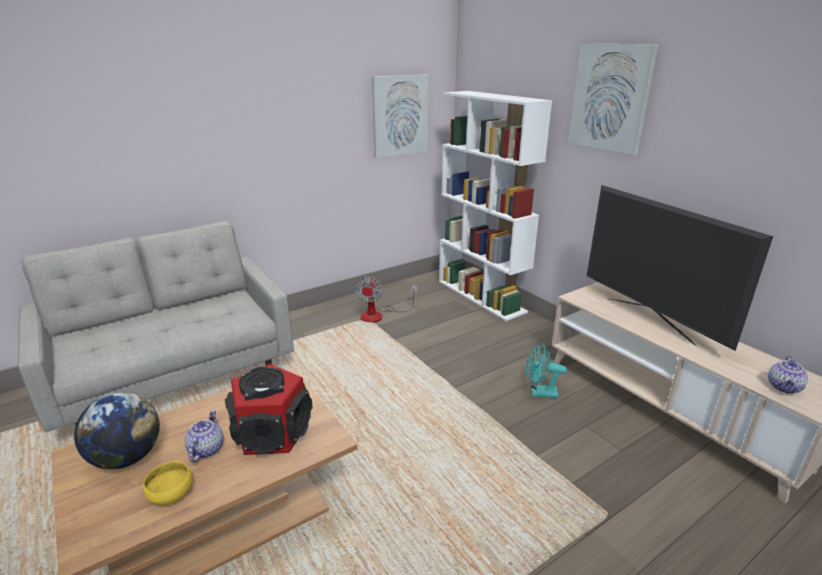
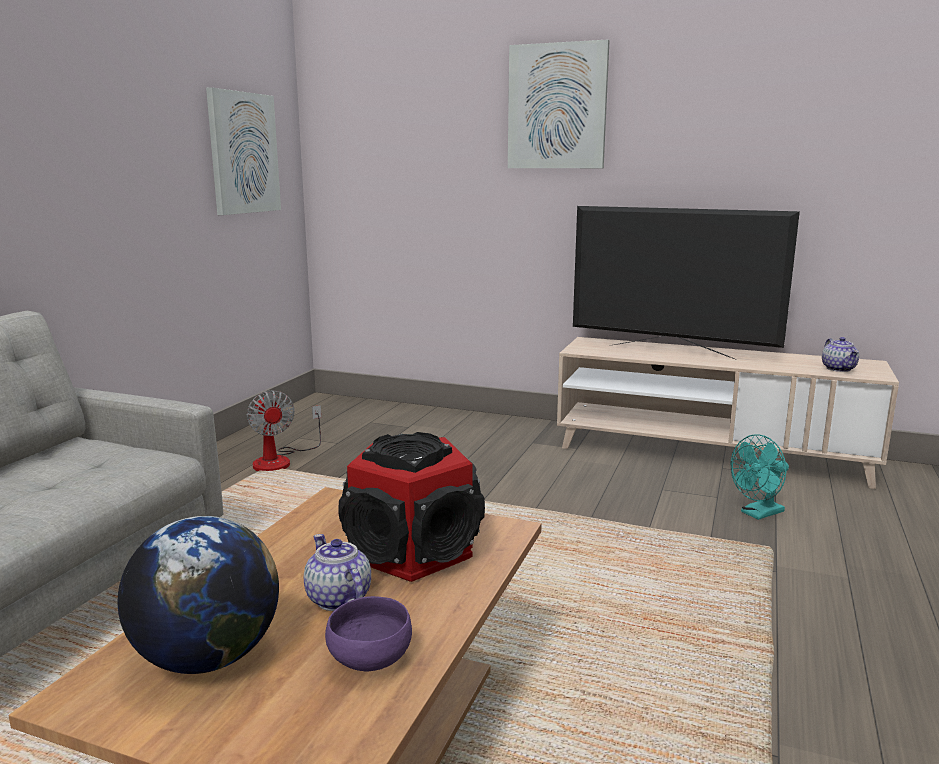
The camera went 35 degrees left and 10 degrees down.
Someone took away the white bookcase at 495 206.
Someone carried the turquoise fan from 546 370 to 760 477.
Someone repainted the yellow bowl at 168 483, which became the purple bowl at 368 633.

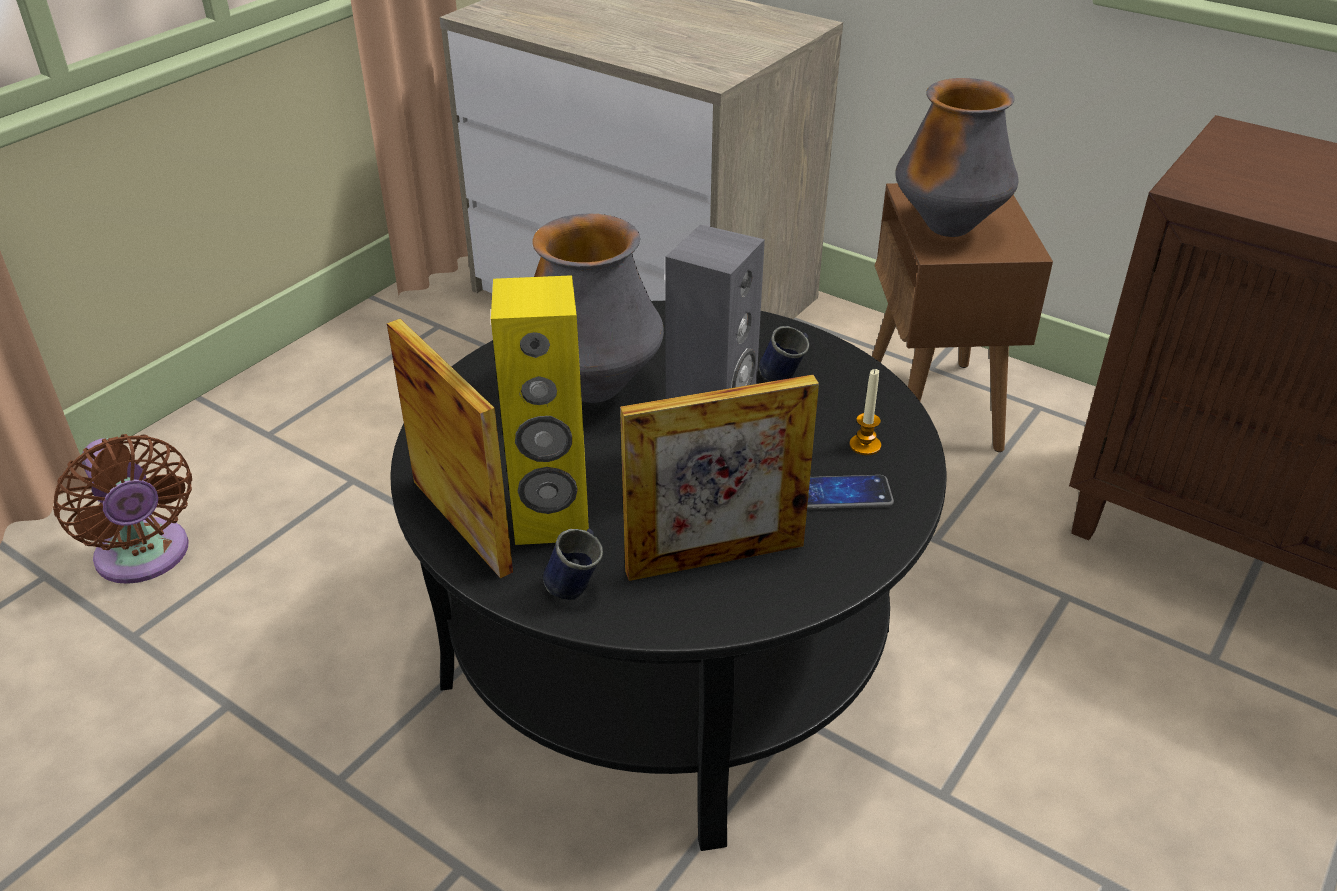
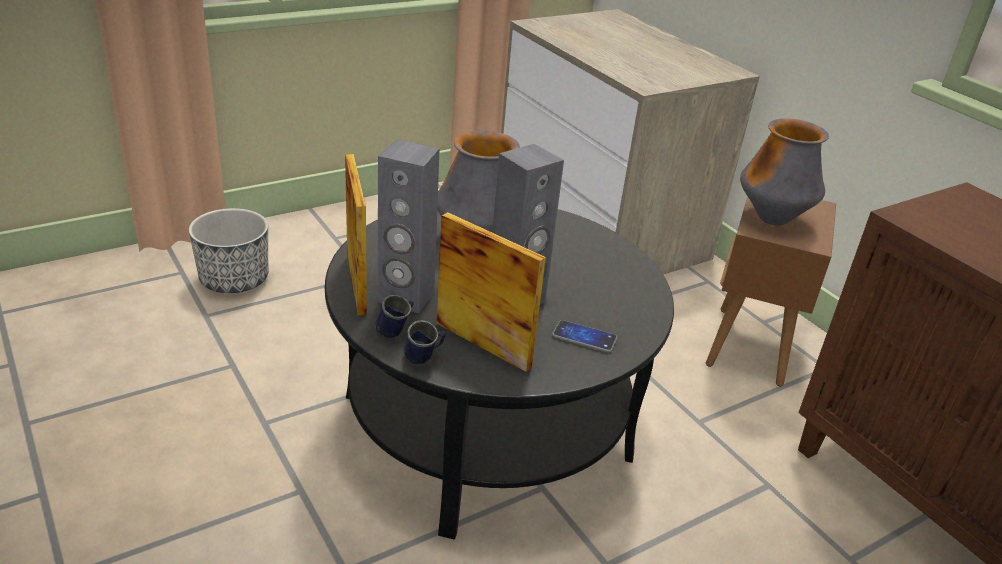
The camera went 20 degrees right and 5 degrees down.
Someone repainted the yellow speaker at 540 410, which became the grey speaker at 409 226.
Someone carried the blue mug from 784 354 to 425 342.
Someone took away the candle at 865 412.
Someone rotated the picture frame at 719 478 by 150 degrees counterclockwise.
Someone swapped the brown fan at 122 509 for the planter at 228 250.

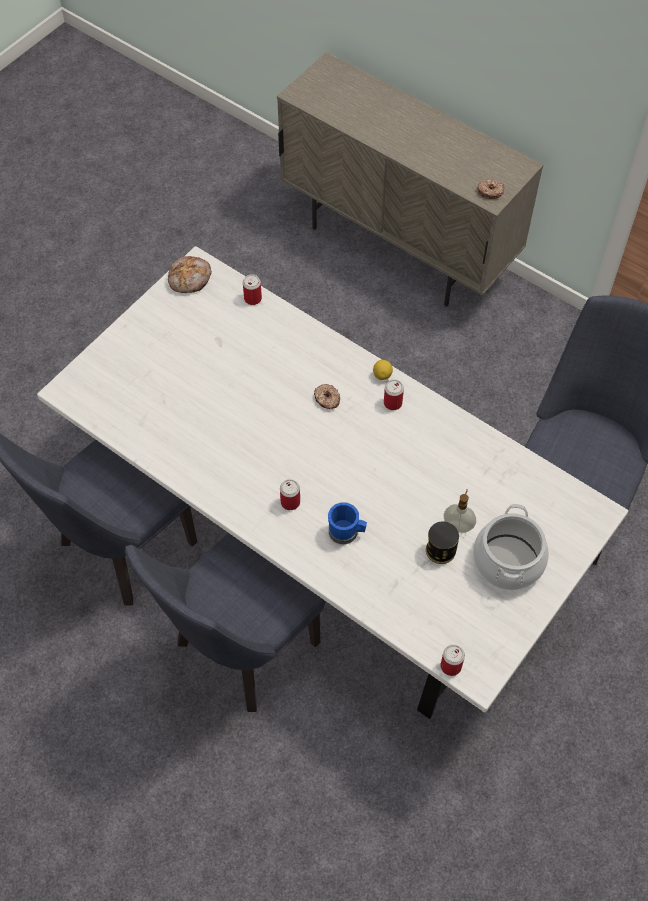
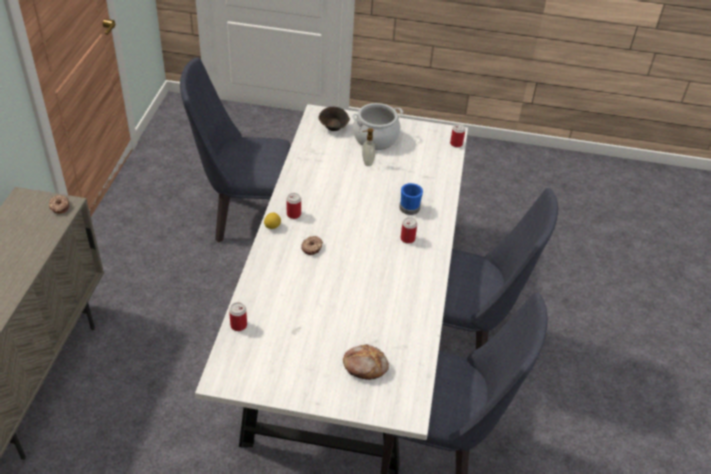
The camera went 120 degrees left and 15 degrees down.
Someone carried the bread from 190 274 to 366 362.
Someone took away the can at 442 543.
Someone put down the brown bowl at 334 119.

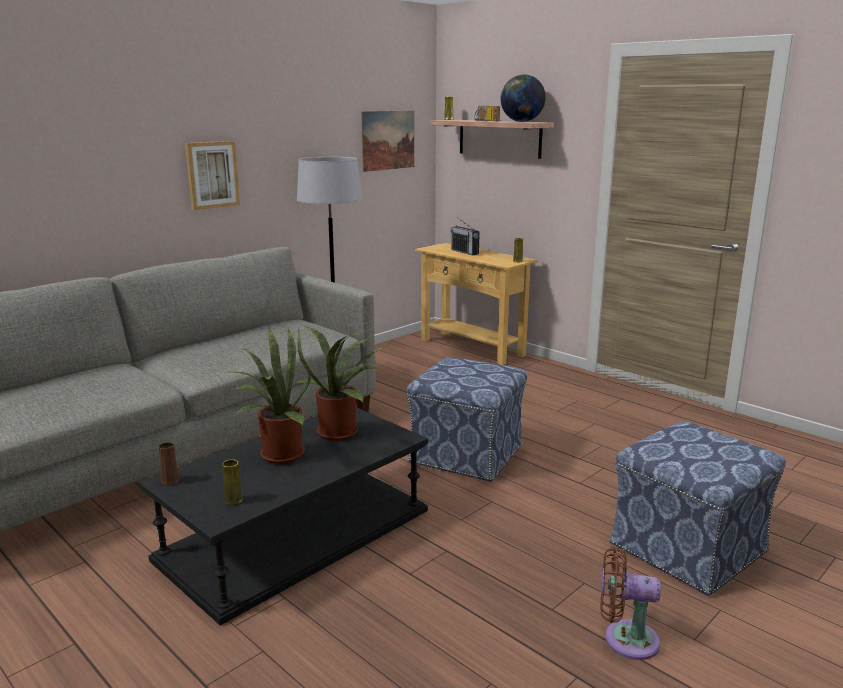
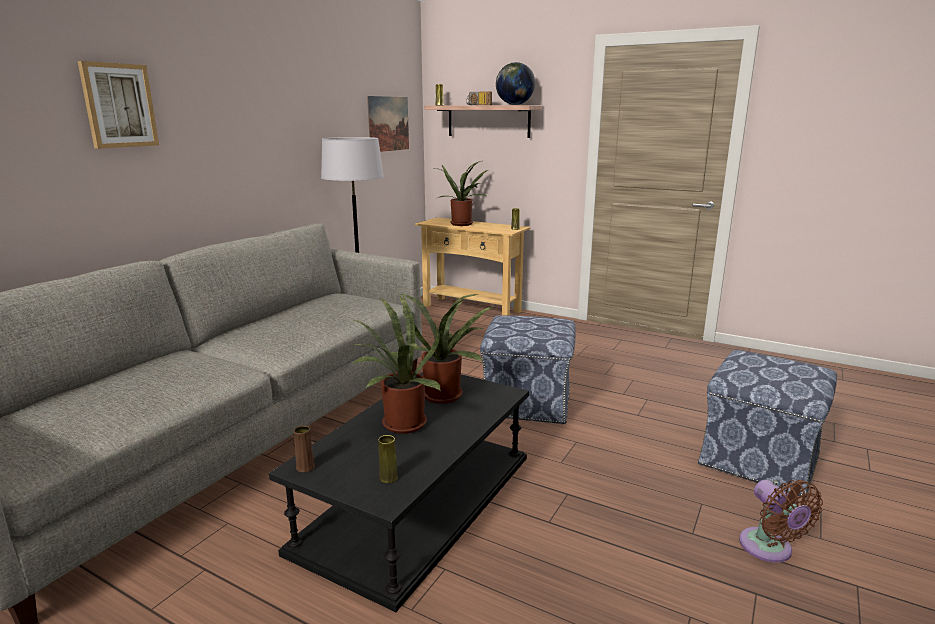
The camera went 15 degrees left and 0 degrees up.
Someone carried the picture from 212 175 to 118 105.
Someone swapped the radio at 465 236 for the potted plant at 461 193.
Someone rotated the brown fan at 630 603 by 105 degrees counterclockwise.

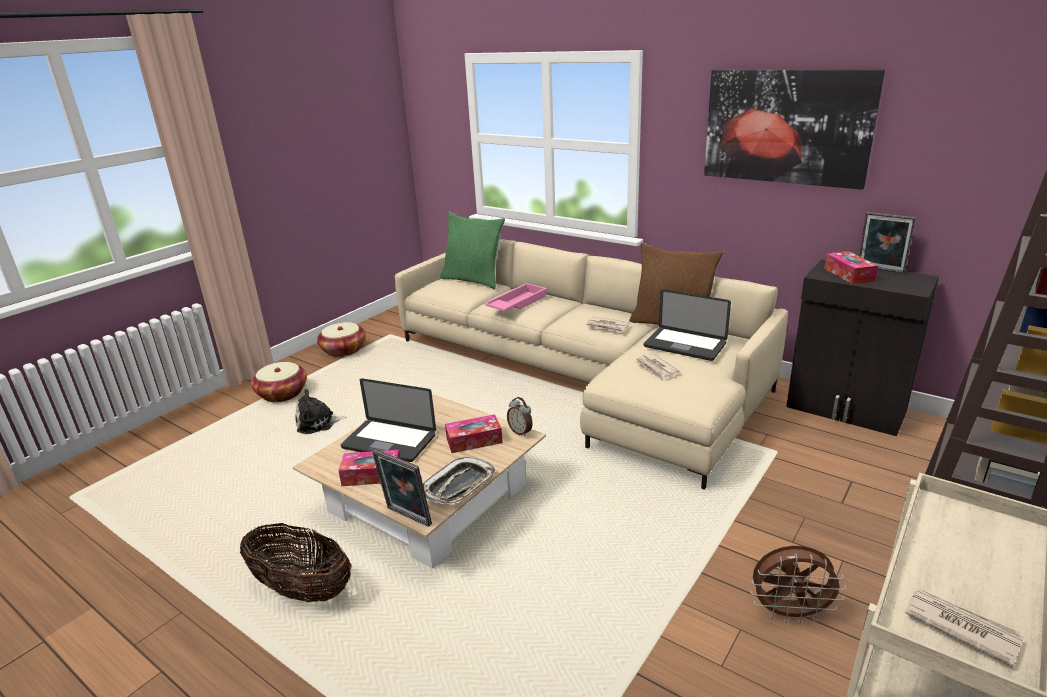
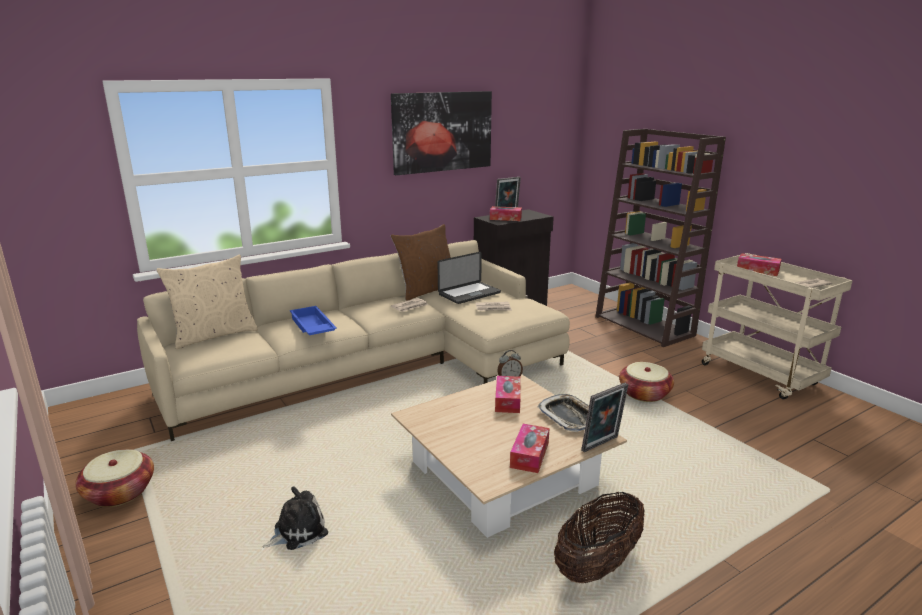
The camera went 70 degrees left and 5 degrees down.
Someone repainted the green pillow at 472 250, which became the beige pillow at 207 302.
Someone repainted the pink tray at 515 297, which became the blue tray at 313 320.
Someone carried the basket from 279 382 to 646 382.
Someone took away the laptop at 388 420.
Someone rotated the plush toy at 321 411 by 135 degrees counterclockwise.
Someone took away the brown fan at 798 585.
Someone put down the tissue box at 759 264.

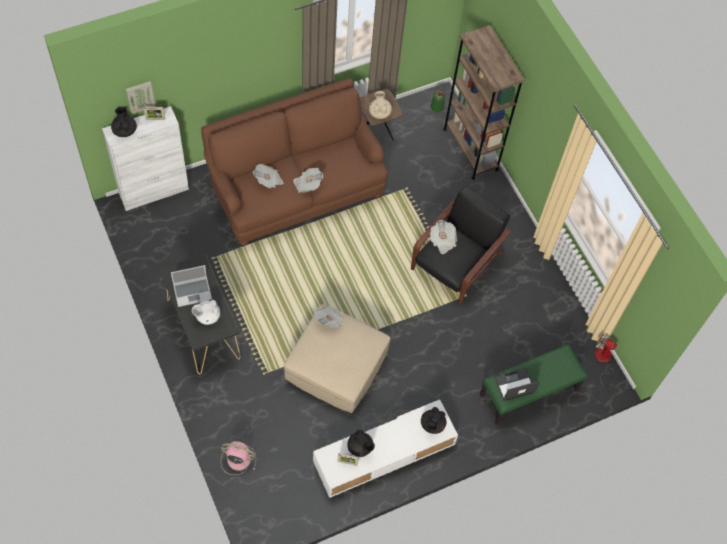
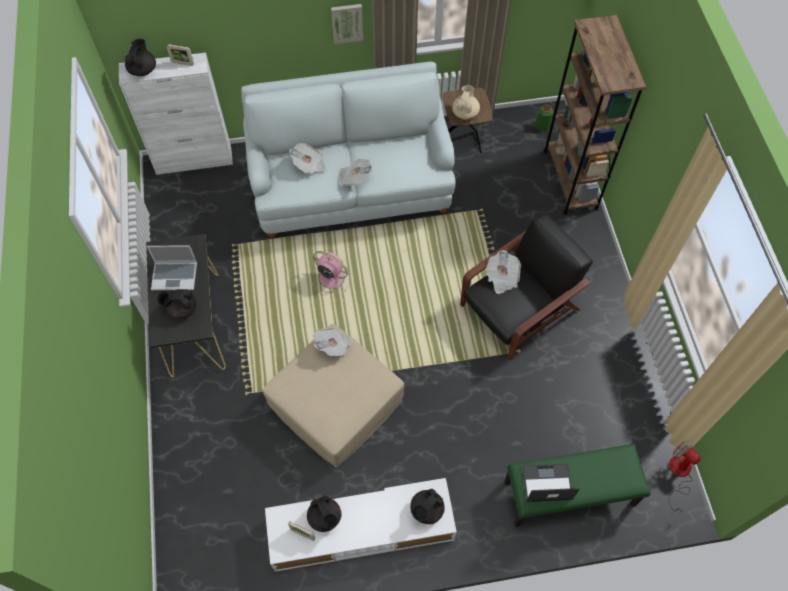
The camera went 20 degrees right and 0 degrees up.
Someone repainted the brown sofa at 294 161, which became the white sofa at 348 149.
Someone carried the picture from 141 97 to 347 24.
Someone repainted the white teapot at 206 312, which became the black teapot at 176 304.
Someone carried the pink fan from 238 458 to 331 271.

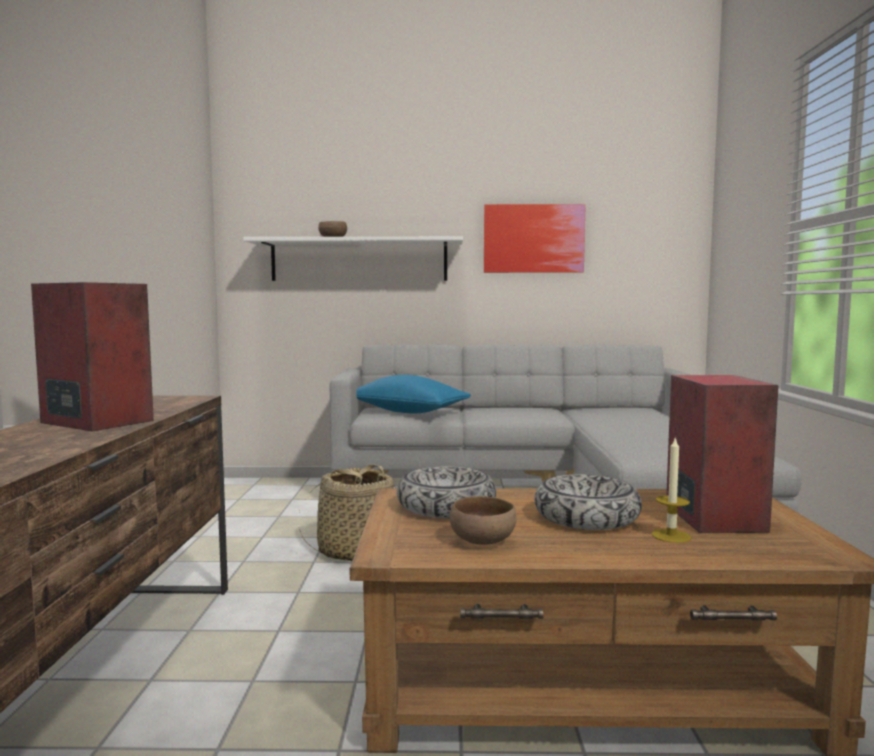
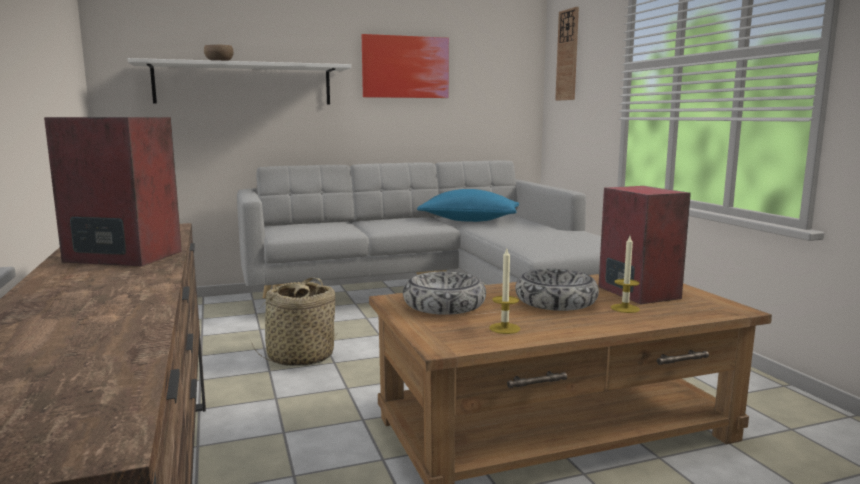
The camera went 20 degrees left and 5 degrees up.
Someone carried the blue pillow from 414 394 to 468 205.
Someone swapped the brown bowl at 483 520 for the candle at 505 291.
Someone put up the wall clock at 567 54.

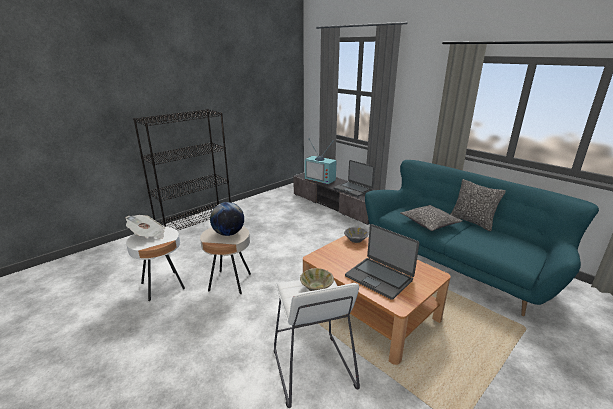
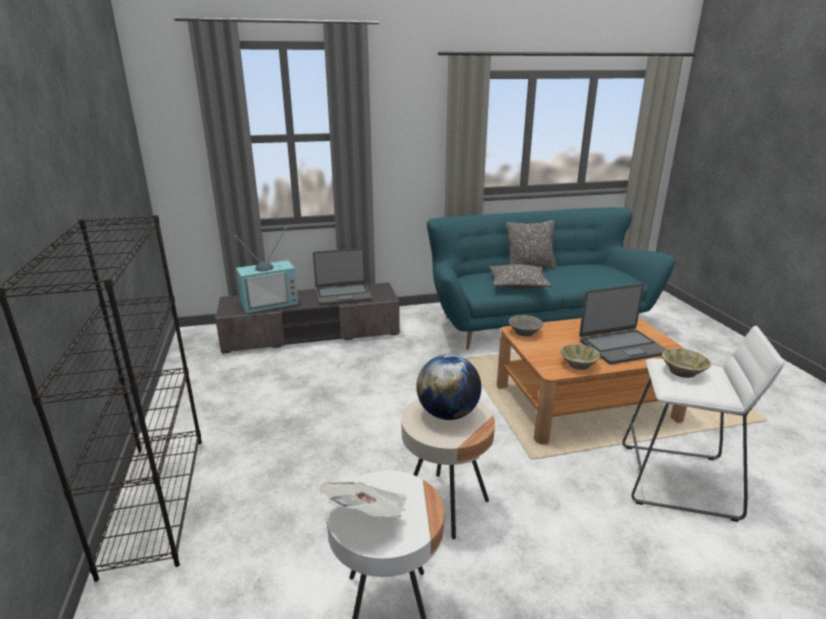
The camera went 60 degrees left and 0 degrees up.
Someone put down the beige bowl at 580 357.

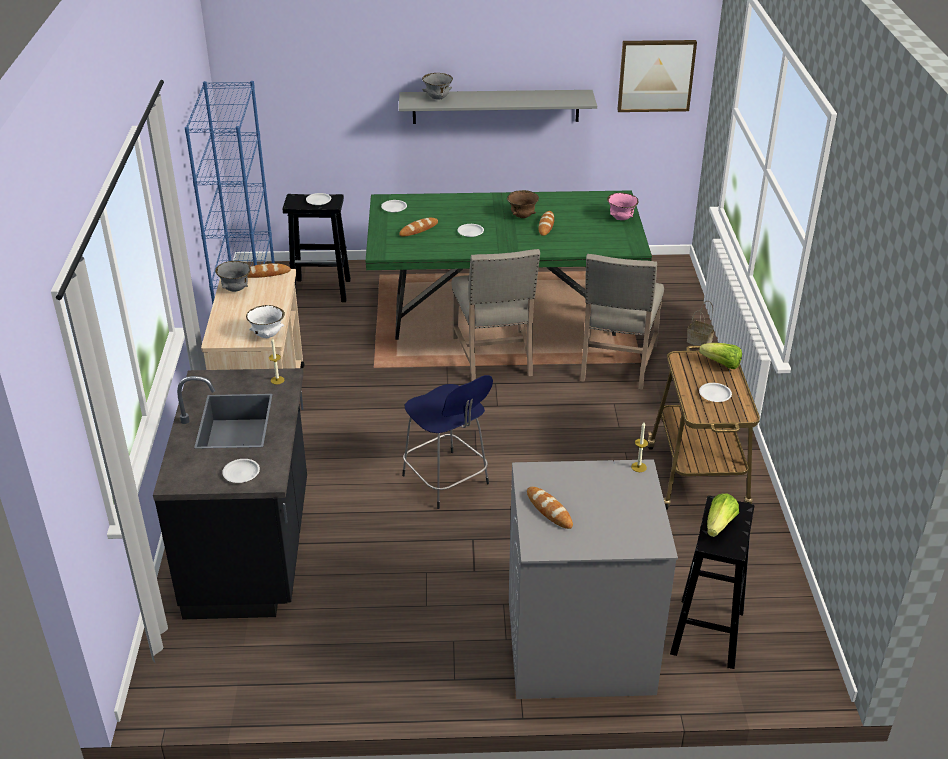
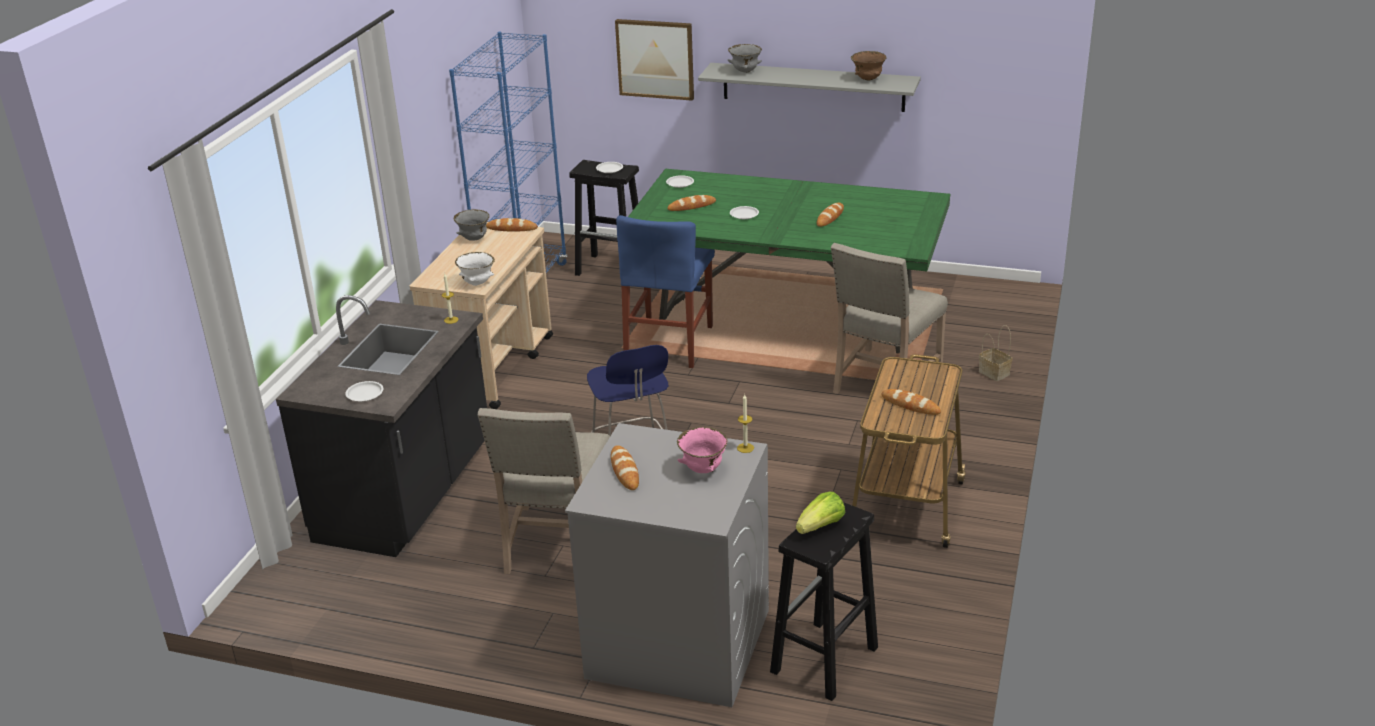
The camera went 20 degrees right and 5 degrees down.
Someone carried the picture from 657 76 to 654 60.
Someone carried the brown bowl from 523 204 to 869 65.
Someone carried the pink bowl from 623 206 to 702 450.
Someone carried the beige chair from 495 315 to 544 491.
Someone took away the lettuce at 720 356.
Someone swapped the white plate at 715 392 for the bread at 911 402.
Someone put down the blue chair at 665 291.

